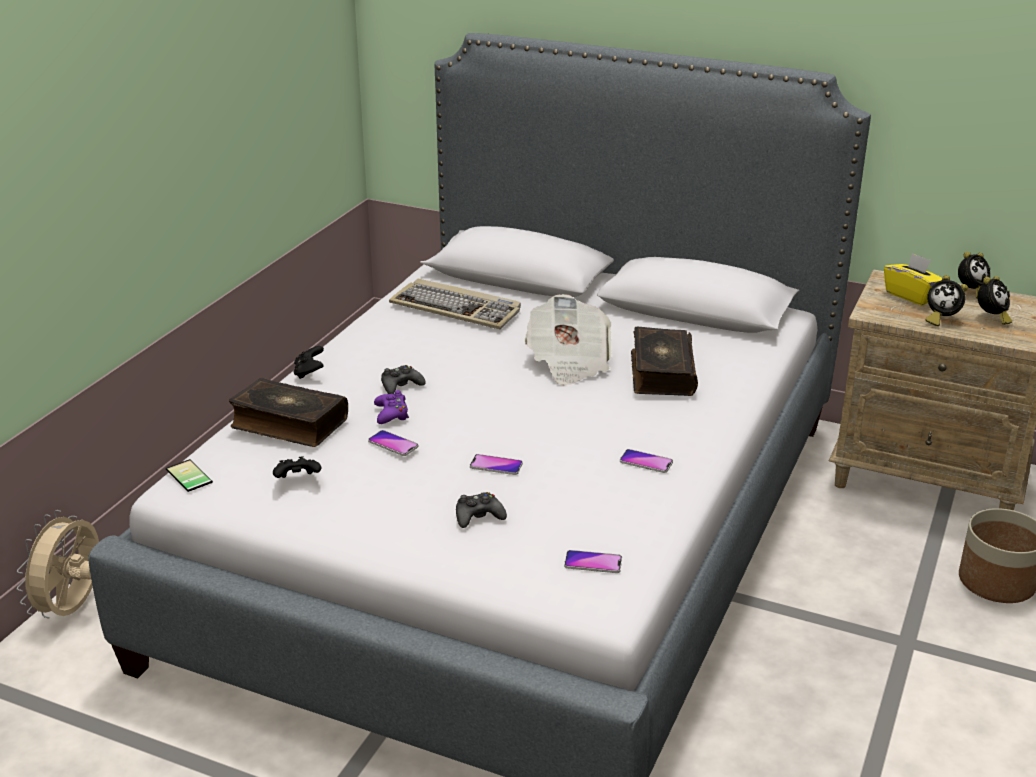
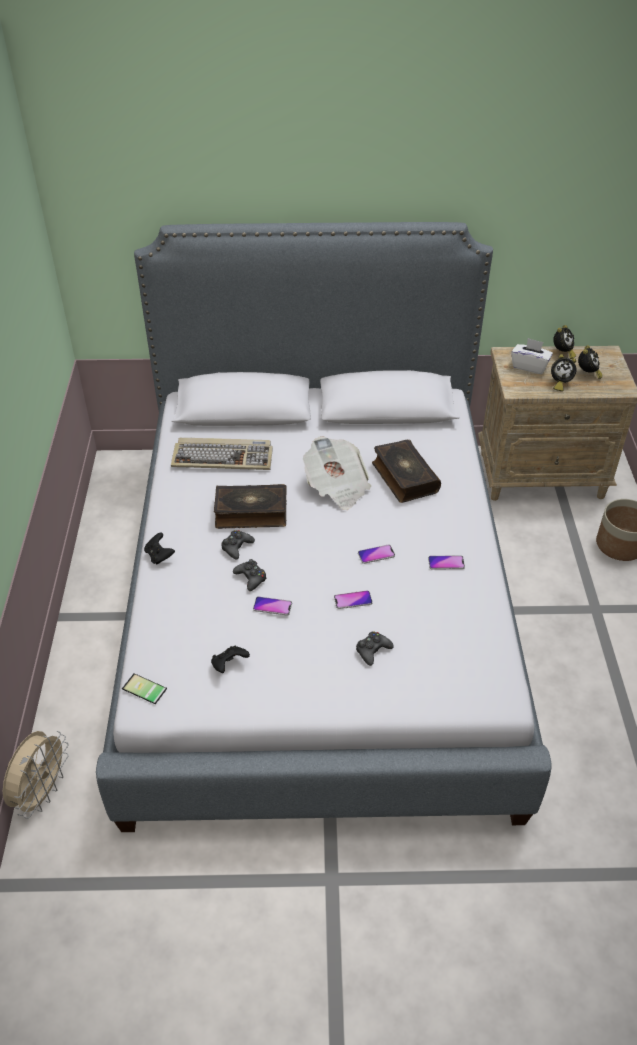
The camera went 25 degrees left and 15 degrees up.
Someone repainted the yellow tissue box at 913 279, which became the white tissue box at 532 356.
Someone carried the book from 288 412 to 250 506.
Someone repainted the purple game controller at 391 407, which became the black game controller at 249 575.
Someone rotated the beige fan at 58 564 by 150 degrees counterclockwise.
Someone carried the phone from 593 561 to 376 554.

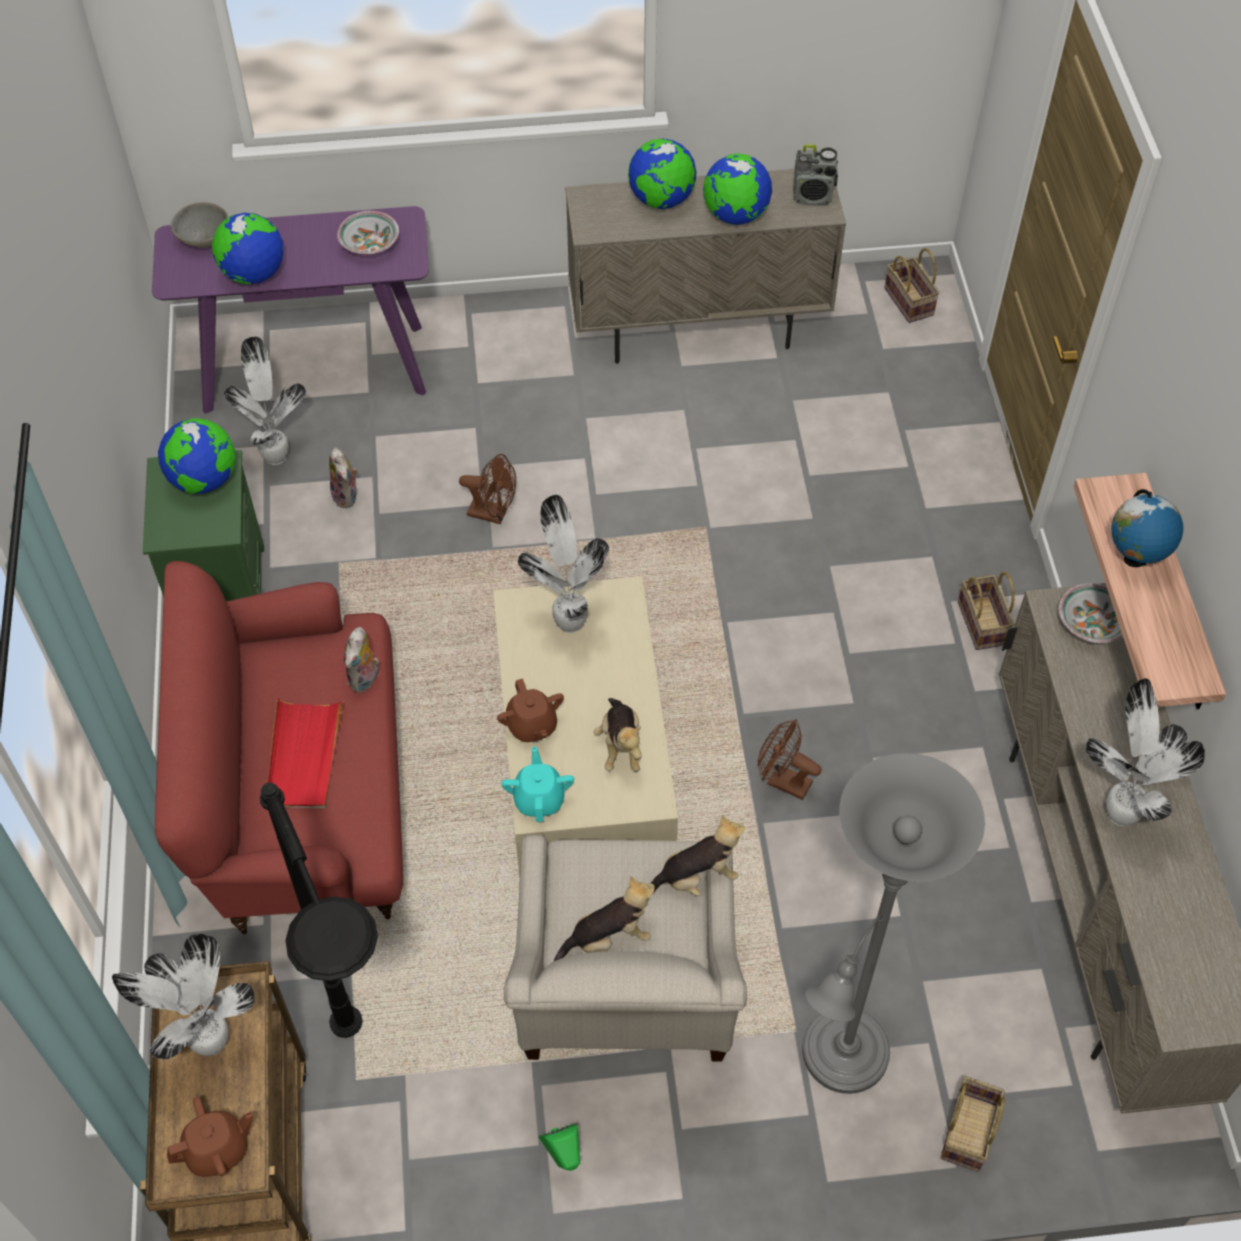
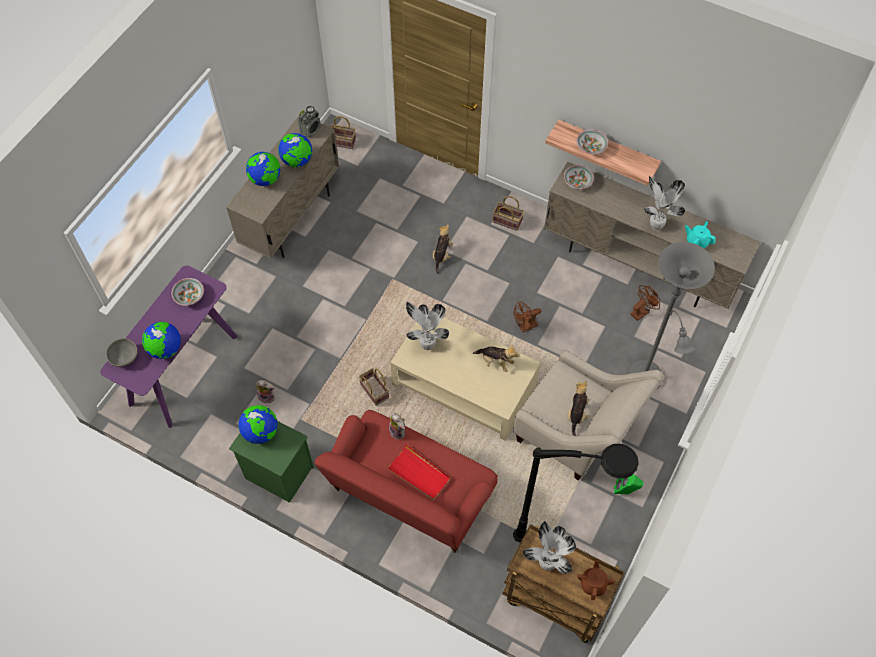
The camera went 55 degrees left and 5 degrees up.
Someone took away the potted plant at 265 401.
Someone carried the brown fan from 487 489 to 645 303.
Someone swapped the globe at 1147 528 for the bowl at 592 141.
Someone took away the brown teapot at 530 710.
Someone carried the turquoise teapot from 537 784 to 700 234.
Someone carried the plush toy from 698 855 to 443 249.
Someone carried the basket from 973 1124 to 374 387.

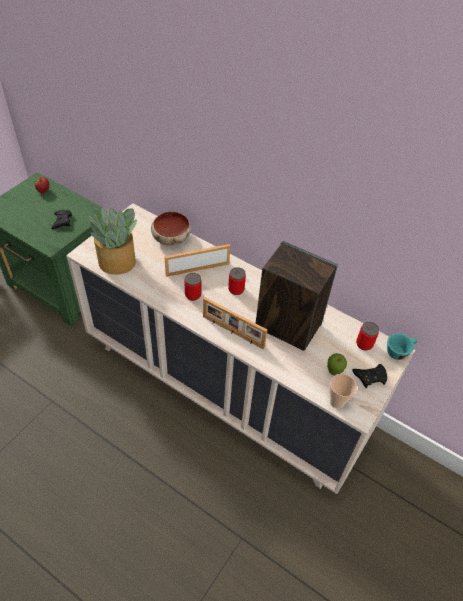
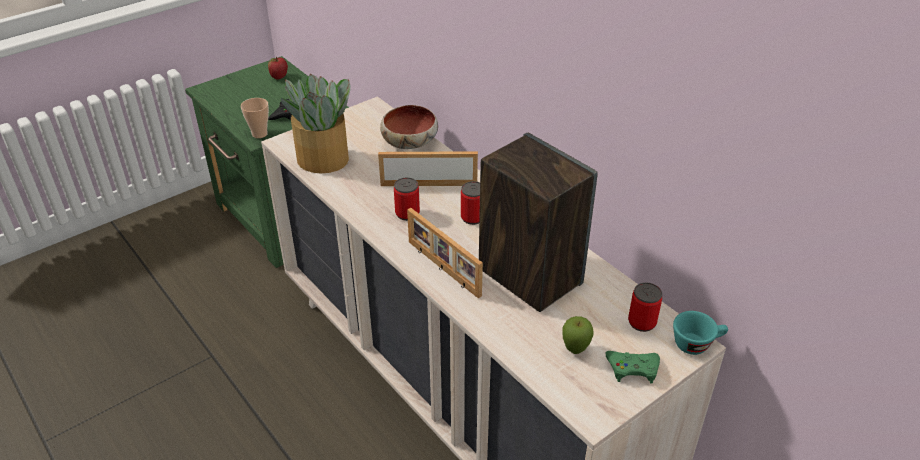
The camera went 20 degrees right and 10 degrees down.
Someone repainted the black game controller at 369 376, which became the green game controller at 633 367.
Someone carried the cup from 343 391 to 255 118.

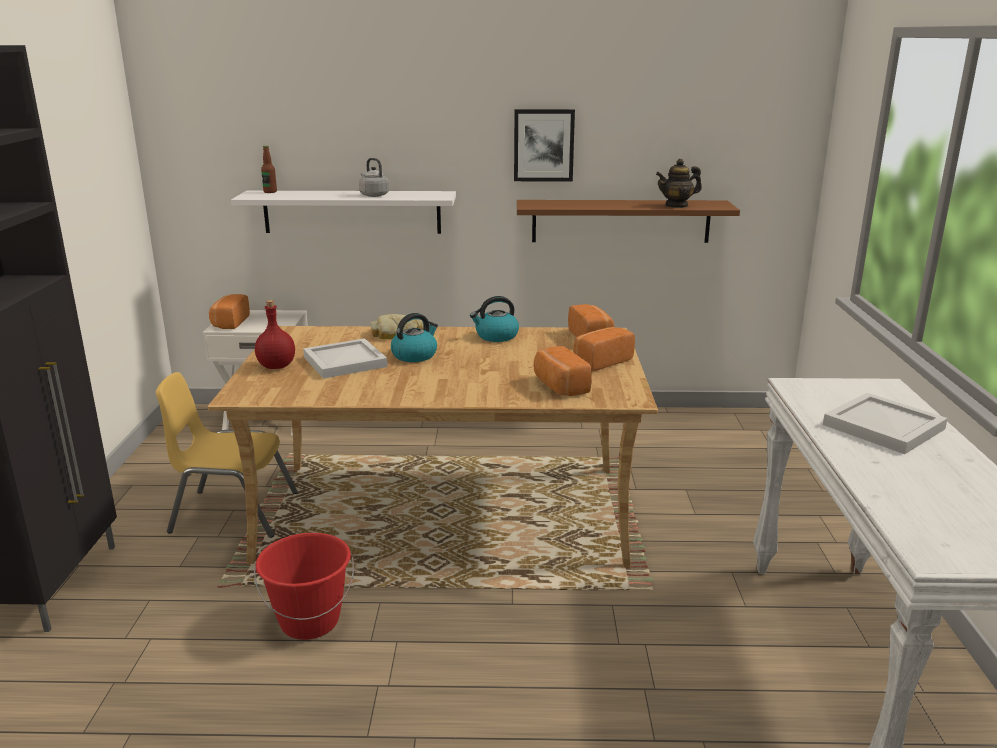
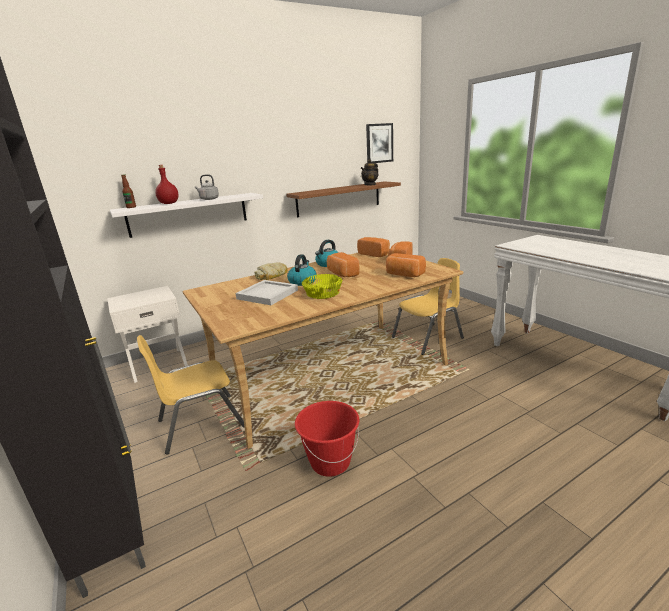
The camera went 30 degrees left and 0 degrees up.
Someone carried the picture from 544 145 to 379 143.
Someone carried the bread from 229 311 to 343 264.
Someone carried the red bottle from 275 334 to 166 184.
Someone took away the white tray at 885 423.
Someone put down the yellow chair at 428 306.
Someone put down the yellow bowl at 322 286.

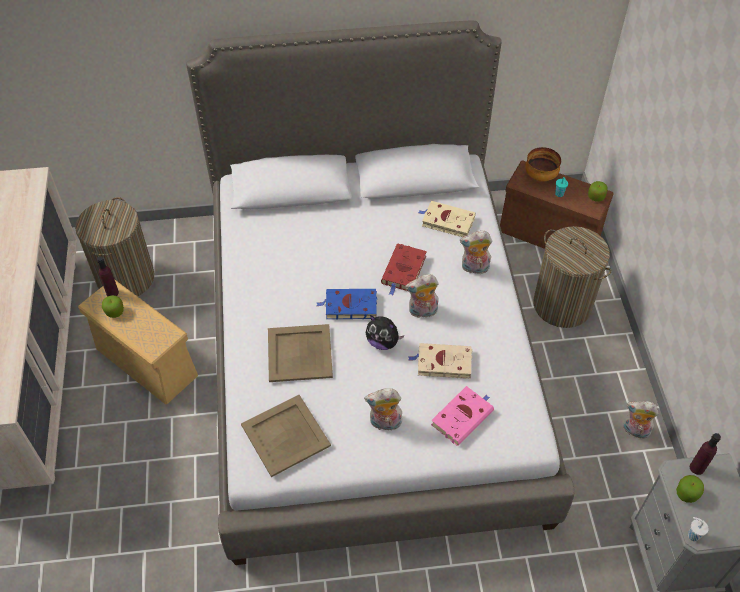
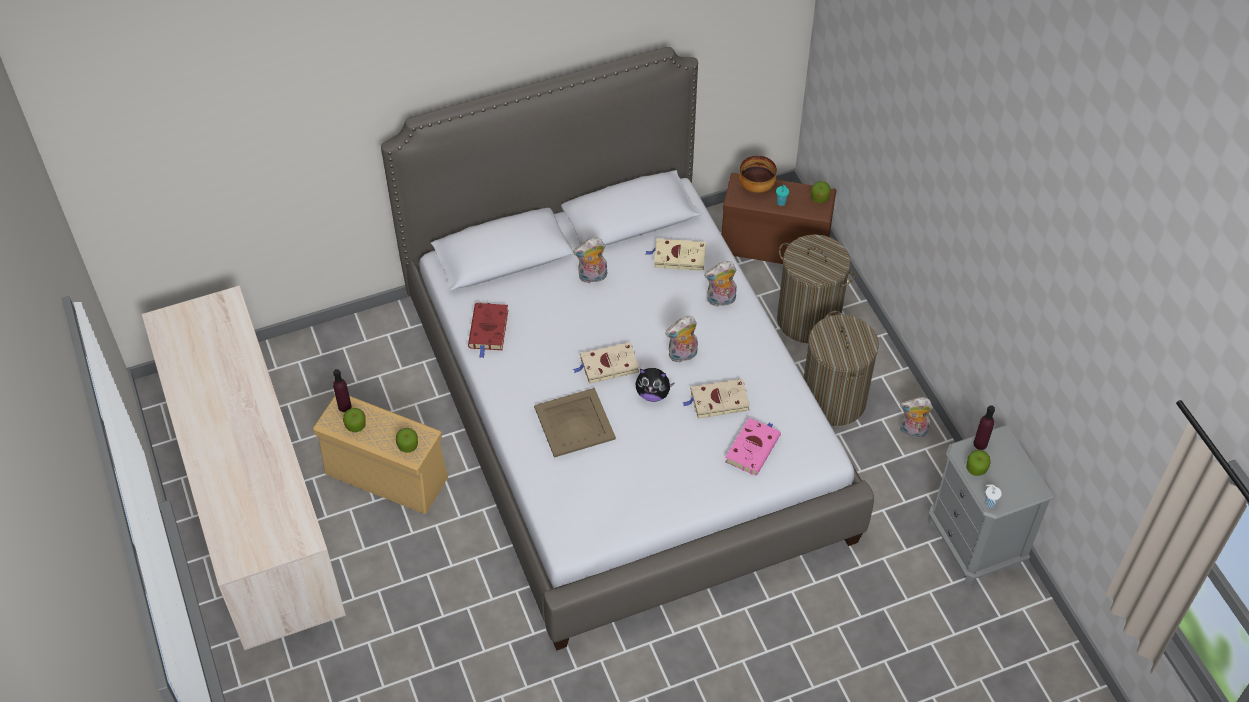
The camera went 15 degrees left and 0 degrees up.
Someone carried the laundry basket from 115 246 to 841 368.
Someone carried the red book from 404 270 to 488 330.
Someone repainted the blue book at 347 304, which became the beige book at 606 363.
Someone carried the plush toy from 383 409 to 590 260.
Someone took away the beige tray at 286 436.
Someone put down the apple at 407 440.

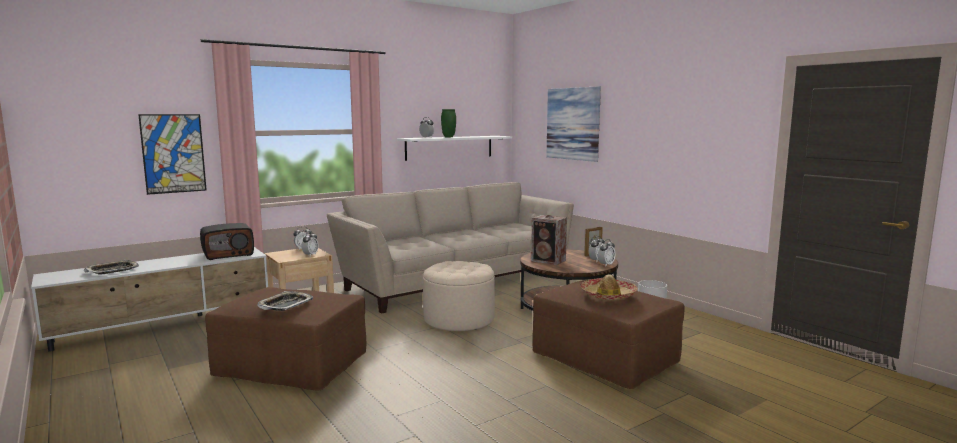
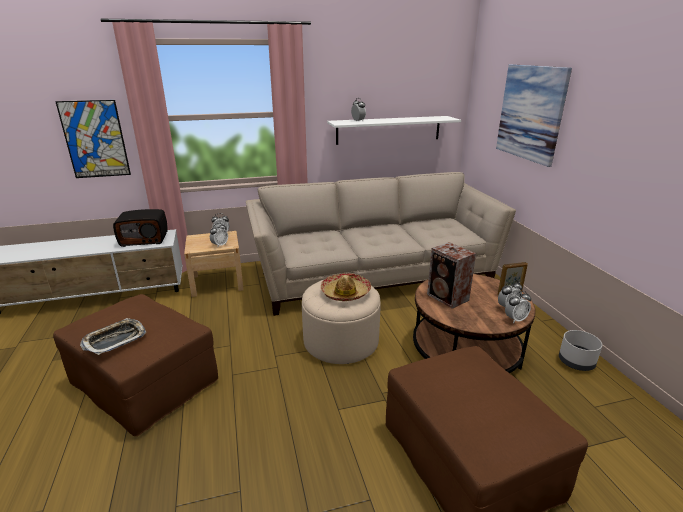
The camera went 20 degrees right and 15 degrees up.
Someone took away the green vase at 448 123.
Someone took away the tray at 111 267.
Someone carried the hat from 609 288 to 346 287.

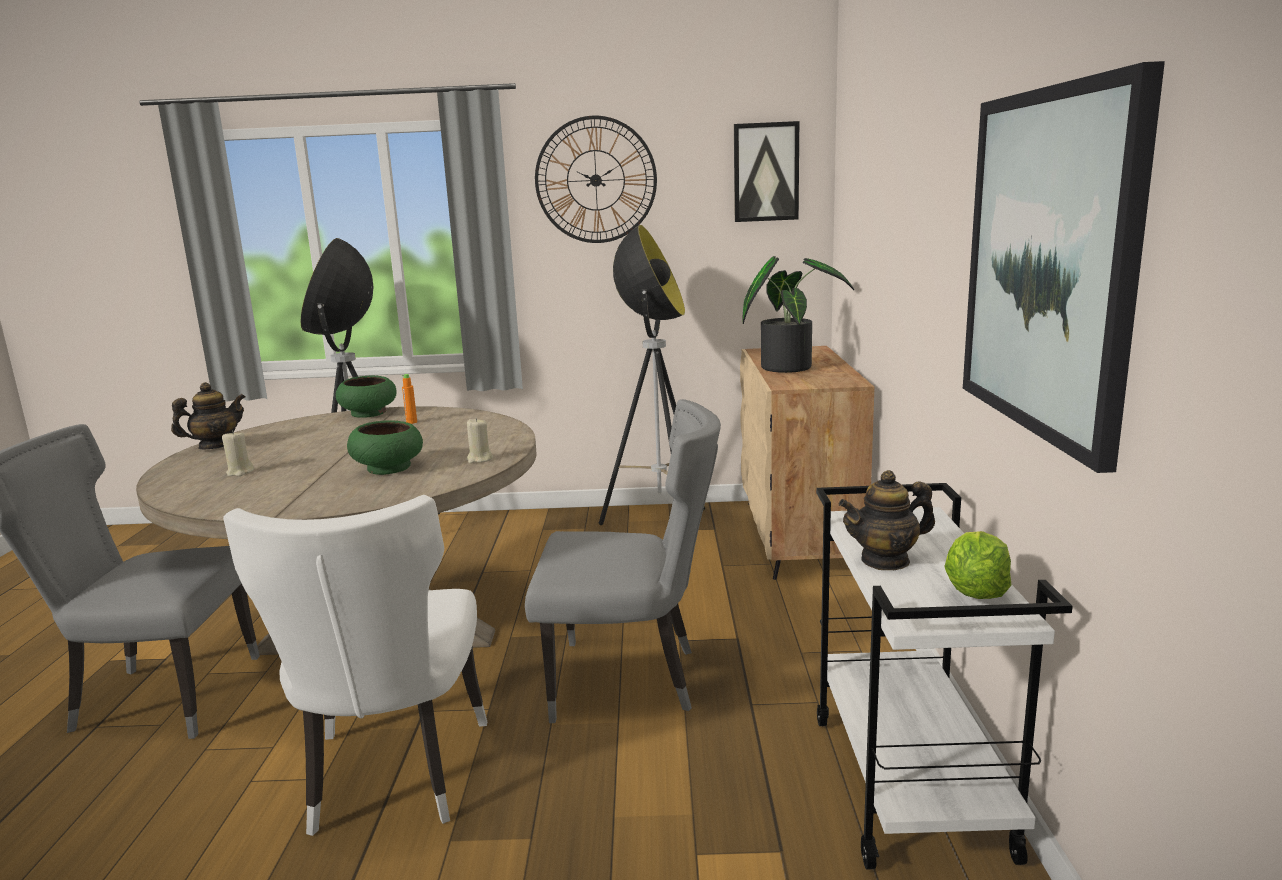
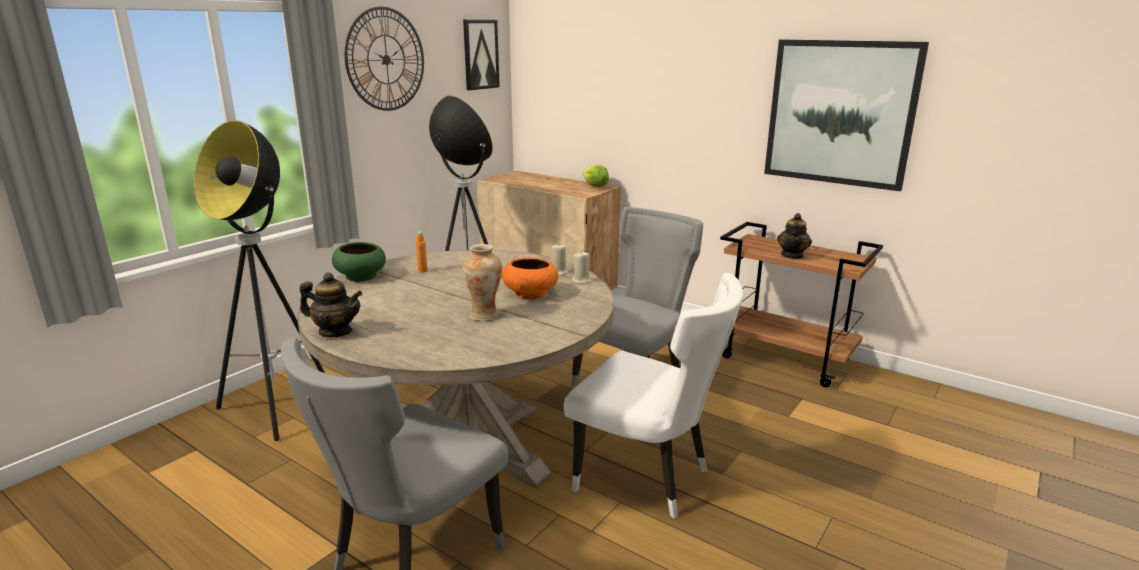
The camera went 55 degrees left and 5 degrees up.
Someone took away the potted plant at 798 314.
Someone rotated the teapot at 208 416 by 105 degrees clockwise.
Someone repainted the green bowl at 385 447, which became the orange bowl at 530 278.
Someone carried the beige candle from 238 453 to 582 268.
Someone repainted the white cart at 944 676, which became the brown cart at 801 304.
Someone carried the lettuce from 977 565 to 596 176.
Someone put down the vase at 482 282.

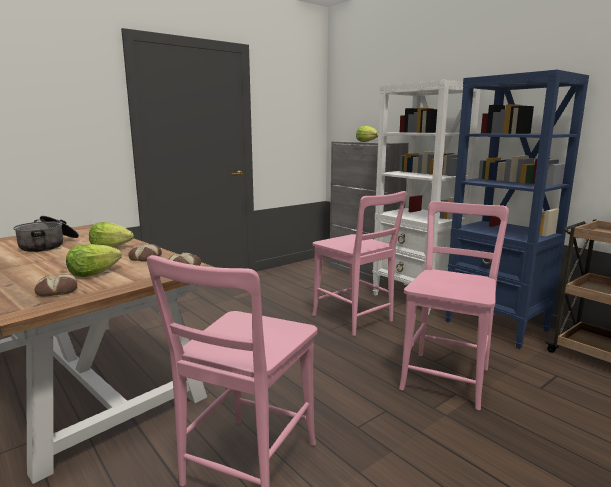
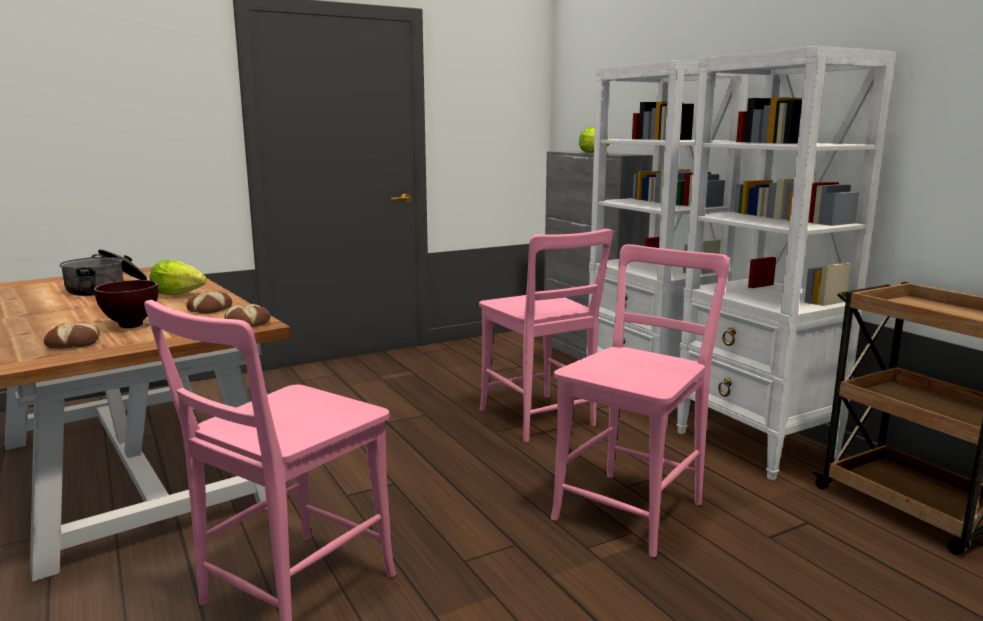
The camera went 10 degrees right and 0 degrees up.
Someone repainted the blue bookcase at 517 209, which became the white bookcase at 786 263.
Someone swapped the lettuce at 94 260 for the brown bowl at 126 304.

